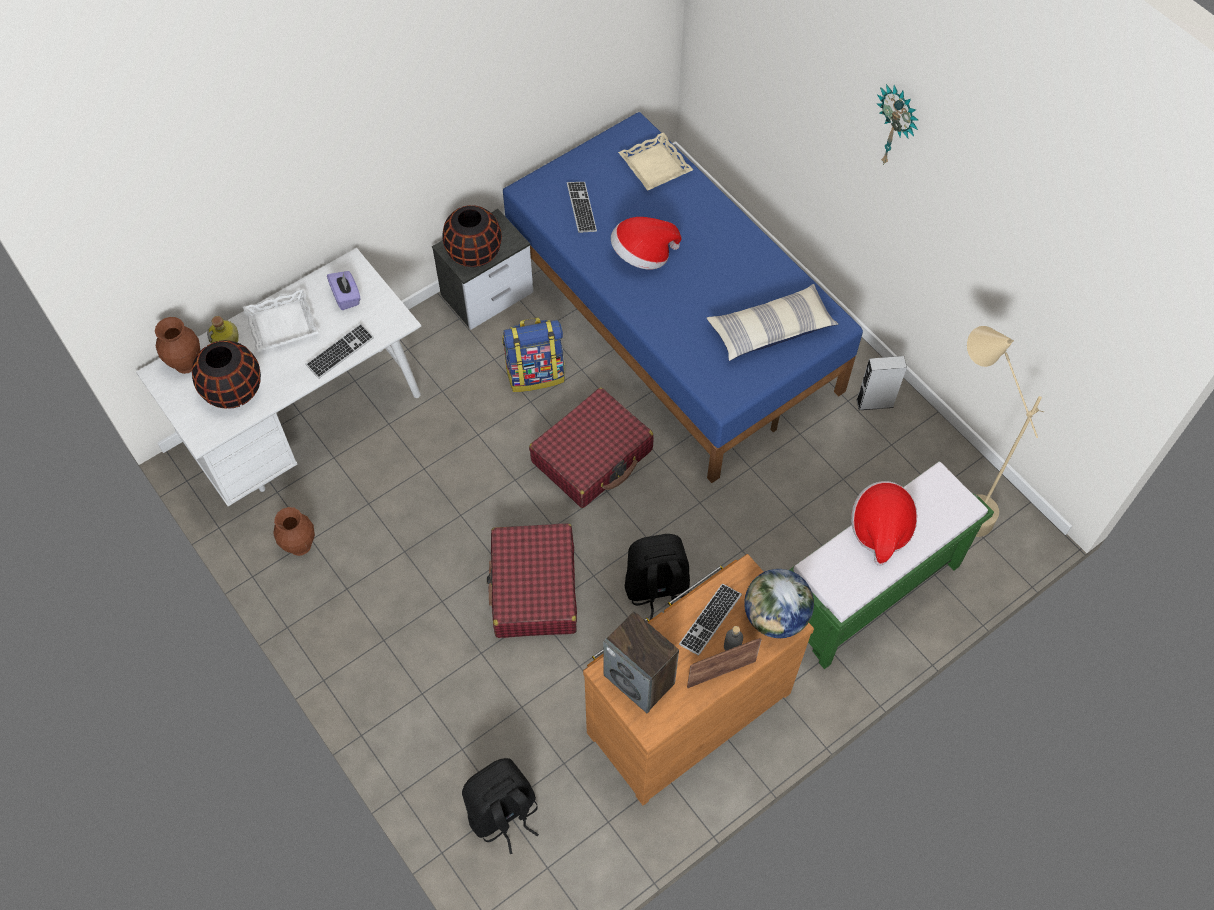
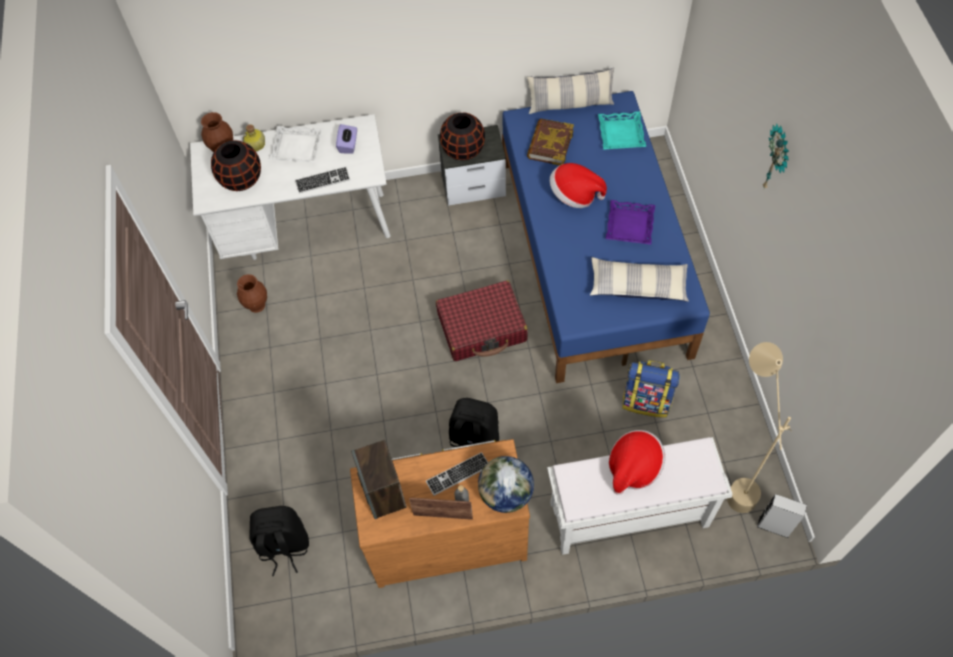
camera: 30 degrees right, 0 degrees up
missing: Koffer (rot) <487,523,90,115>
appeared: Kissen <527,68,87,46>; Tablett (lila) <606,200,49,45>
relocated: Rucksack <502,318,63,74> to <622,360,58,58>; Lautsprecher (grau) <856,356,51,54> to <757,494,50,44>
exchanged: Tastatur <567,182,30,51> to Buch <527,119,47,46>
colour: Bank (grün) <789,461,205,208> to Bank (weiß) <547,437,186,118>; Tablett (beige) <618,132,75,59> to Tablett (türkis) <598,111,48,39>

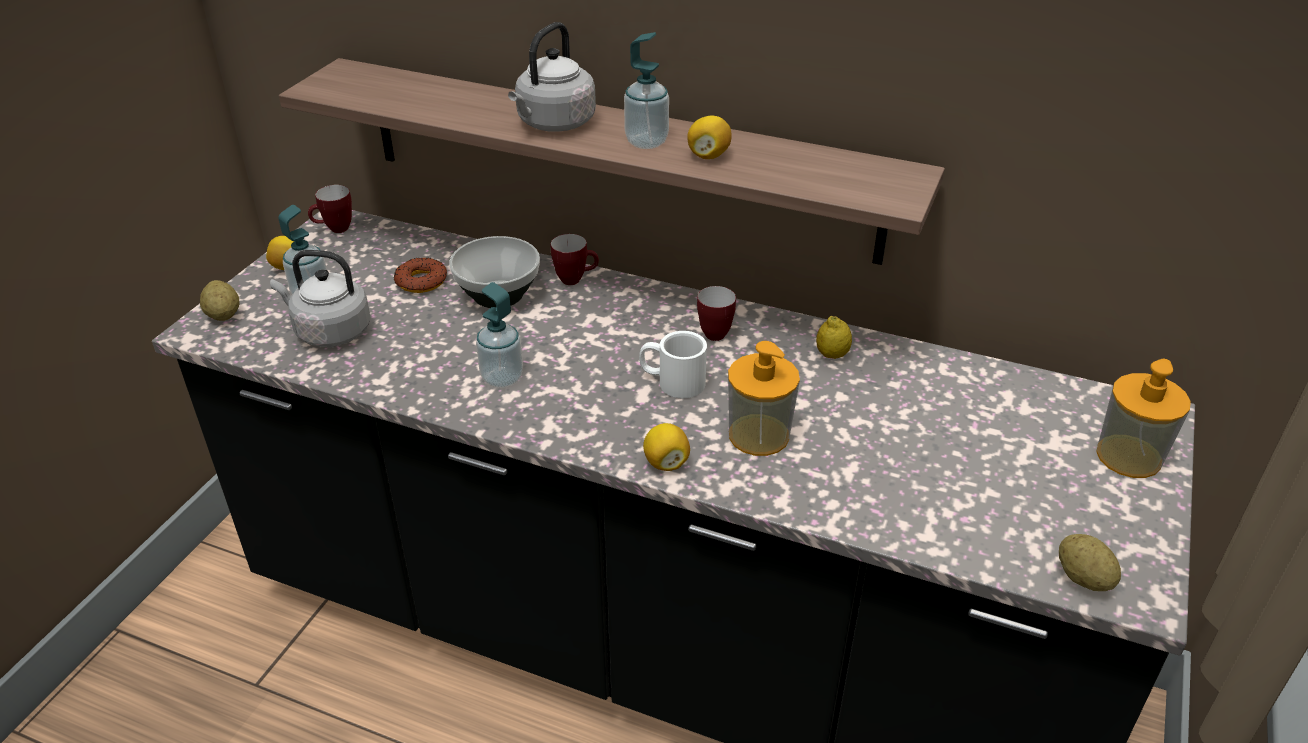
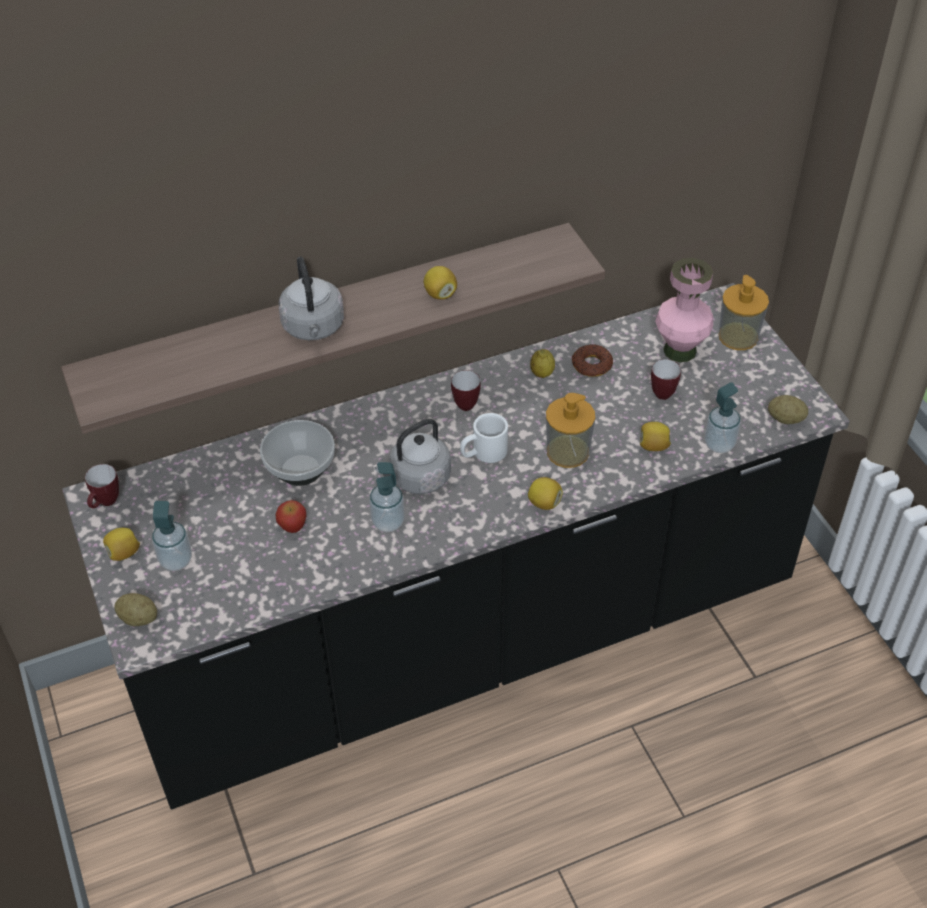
camera: 45 degrees left, 10 degrees up
appeared: Apfel <275,500,31,33>; Zitrone <640,422,31,29>; Vase (rosa) <655,258,58,104>
relocated: Wasserkessel (grau) <270,250,101,97> to <375,419,76,75>; Donut <394,258,53,35> to <571,344,42,33>; Henkelbecher <550,234,49,51> to <651,359,30,41>; Seifenspender <624,32,45,117> to <704,382,37,71>

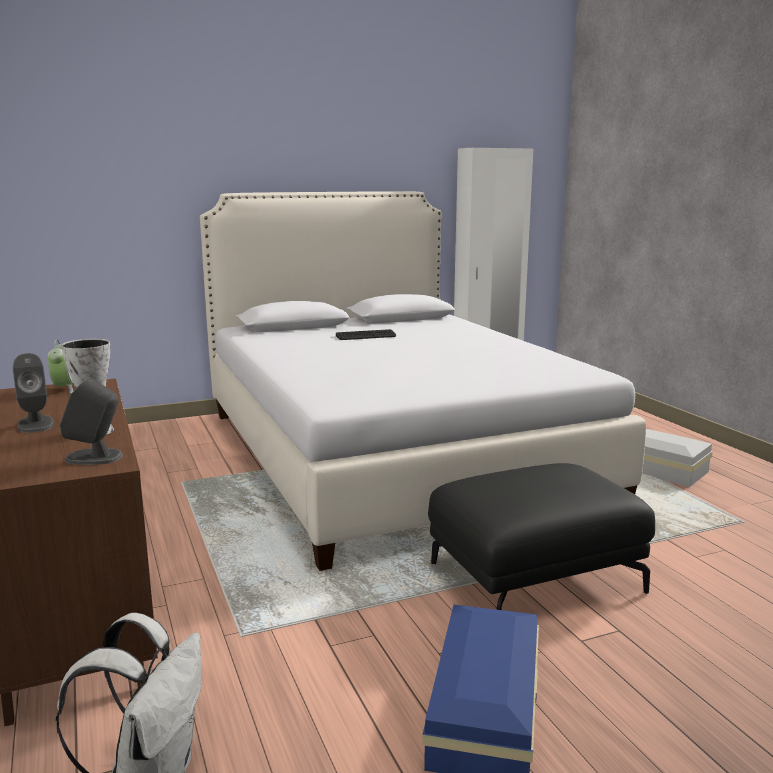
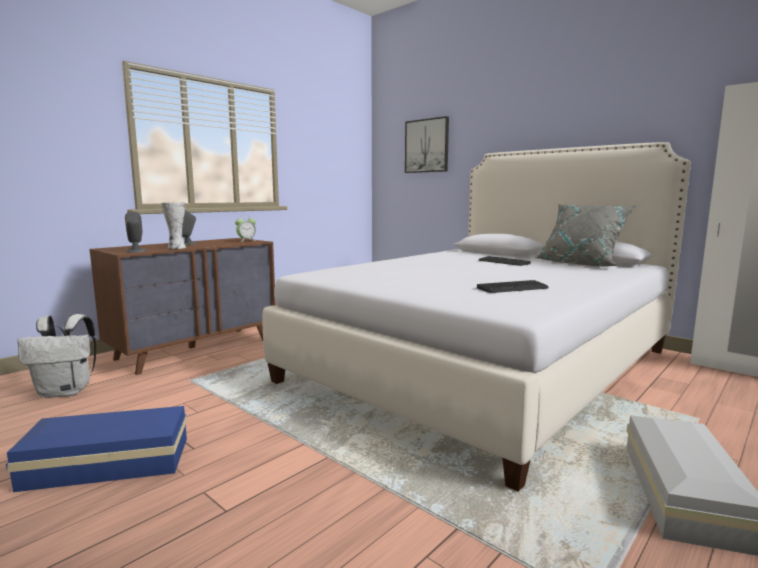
camera: 65 degrees right, 5 degrees down
missing: Polsterhocker (schwarz) <428,463,227,147>
appeared: Bild <405,116,44,57>; Tastatur <477,280,71,13>; Kissen (grau) <535,204,101,63>

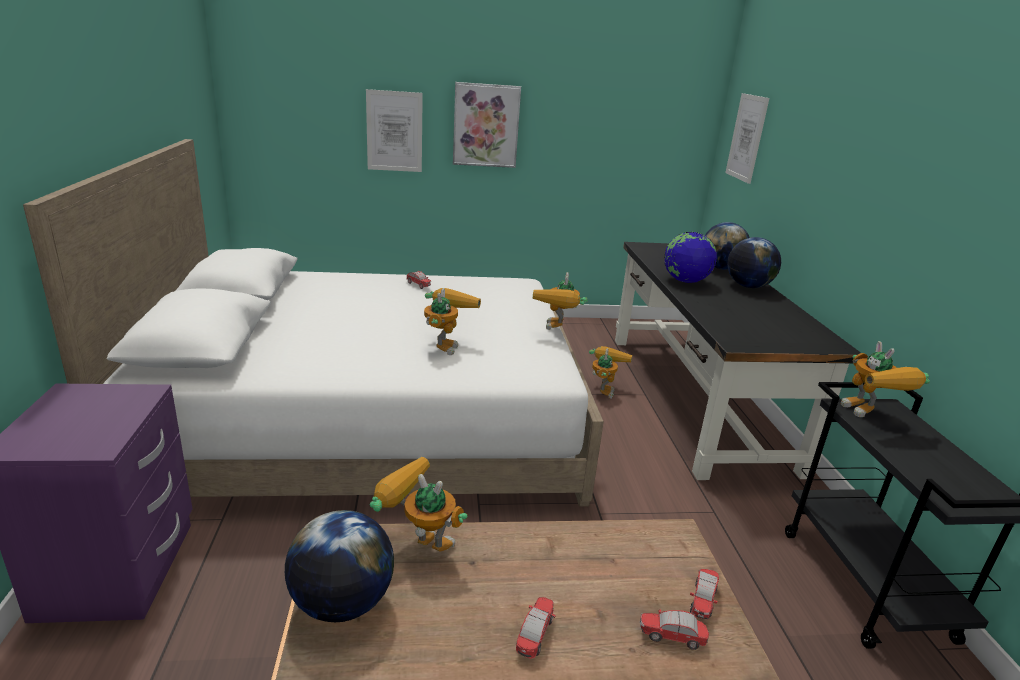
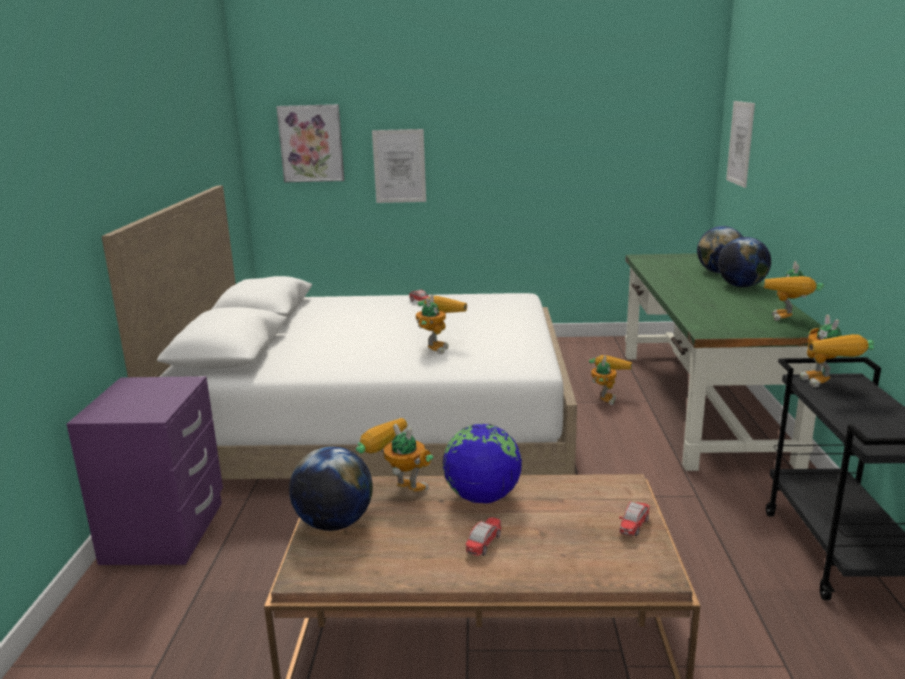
camera: 10 degrees right, 5 degrees down
missing: Spielzeugauto <640,609,69,41>
relocated: Bild <453,82,68,86> to <276,104,68,79>; Globus <664,232,53,51> to <443,424,79,80>; Spielzeugroboter <533,272,55,58> to <764,261,60,60>
colour: Schreibtisch (schwarz) <615,242,246,238> to Schreibtisch (grün) <625,253,198,218>

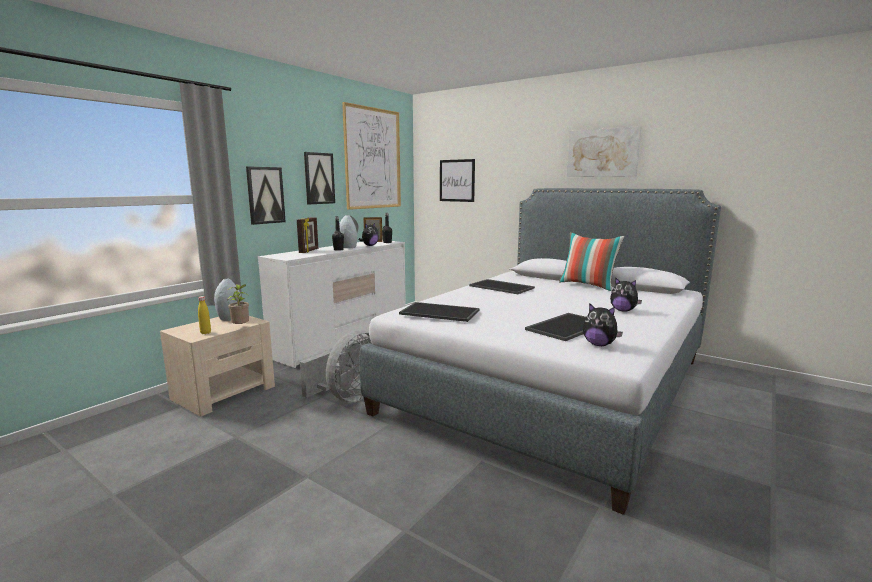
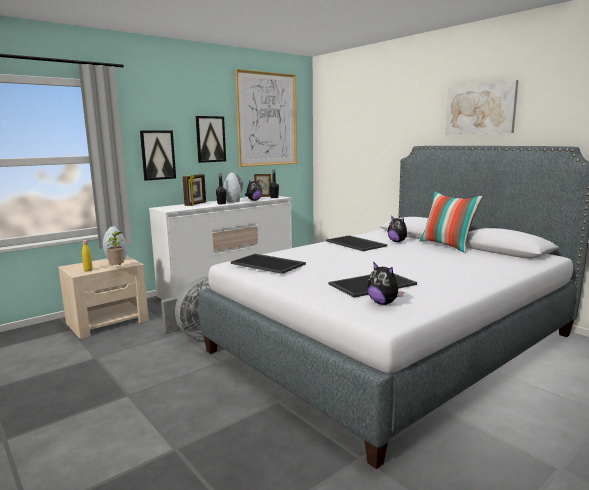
camera: 15 degrees right, 0 degrees up
missing: Bild <440,159,35,43>
relocated: Plüschtier <610,278,32,34> to <388,215,23,27>

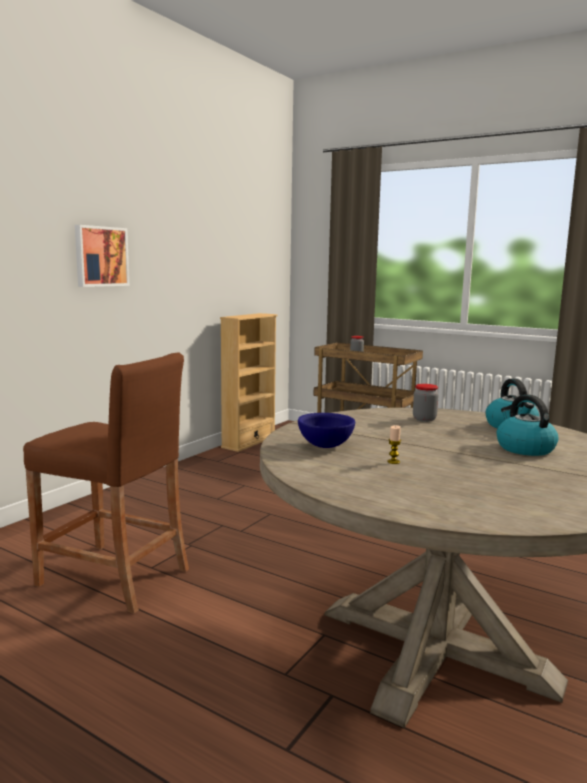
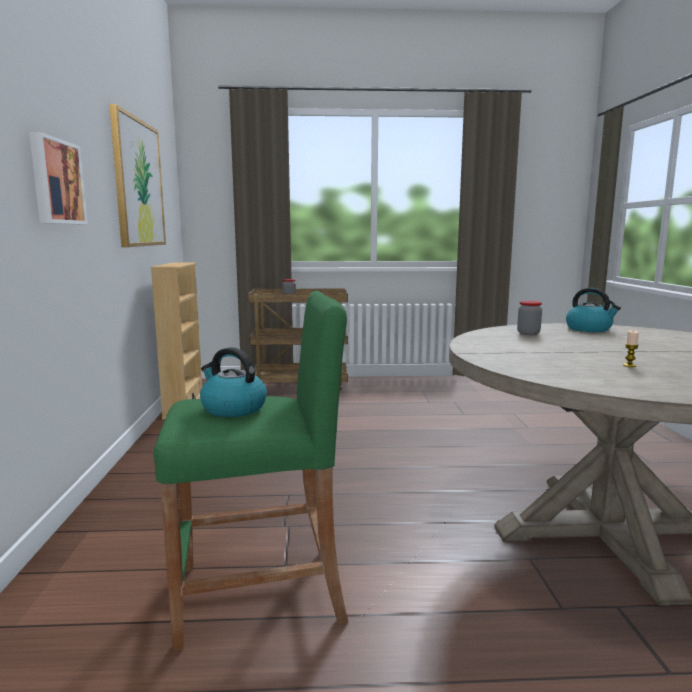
camera: 35 degrees left, 0 degrees up
missing: Schüssel (blau) <298,413,57,35>
appeared: Bild <109,104,57,143>
relocated: Wasserkessel <497,395,62,61> to <200,347,67,70>
colour: Hocker (braun) <23,352,166,262> to Hocker (grün) <153,291,196,360>

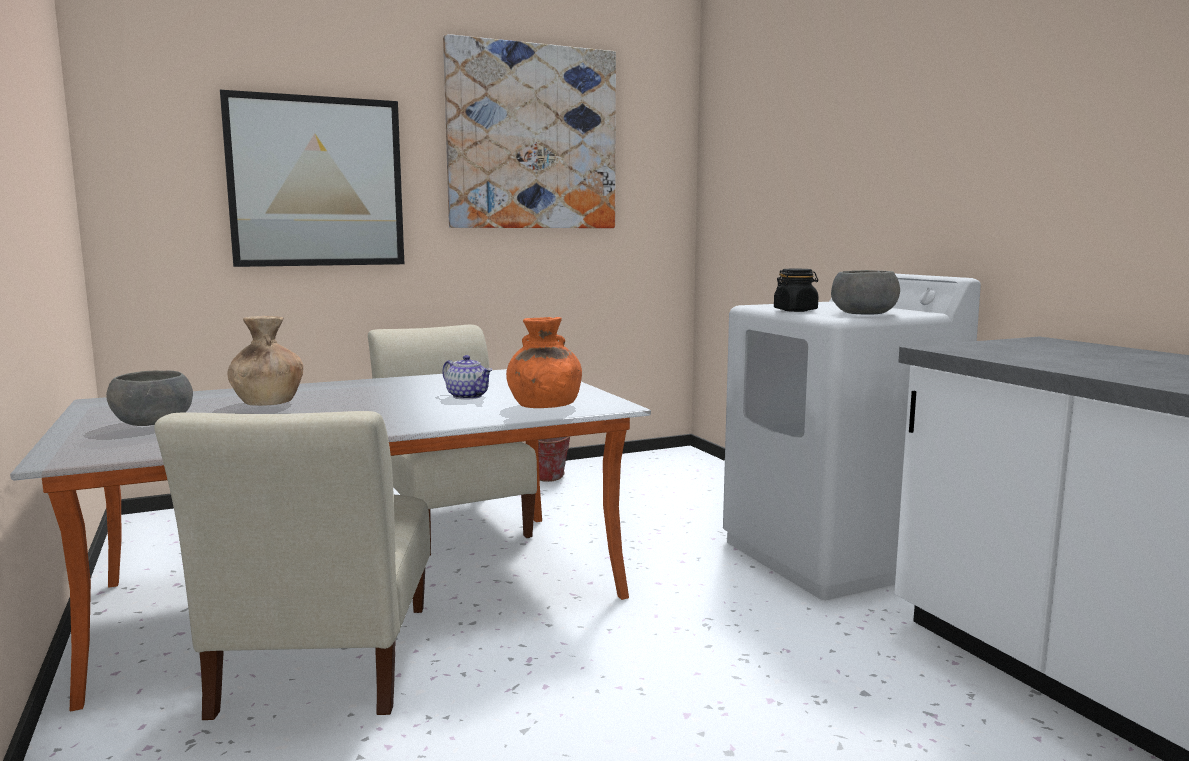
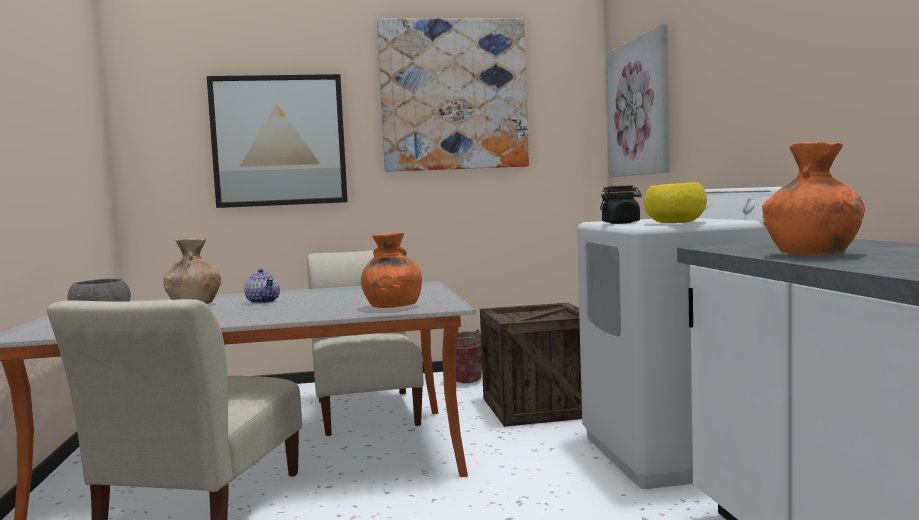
camera: 15 degrees right, 5 degrees down
appeared: Kiste <480,303,102,124>; Bild <606,24,64,153>; Vase (orange) <762,142,103,113>
relocated: Teekanne <442,355,50,45> to <244,269,36,35>
colour: Schüssel (grau) <831,270,69,45> to Schüssel (gelb) <644,182,63,41>

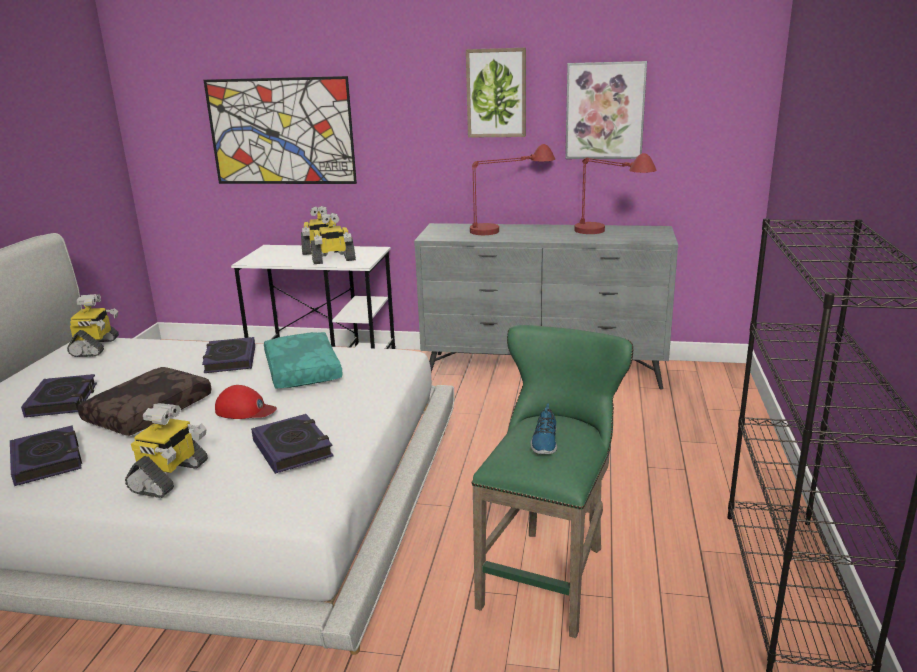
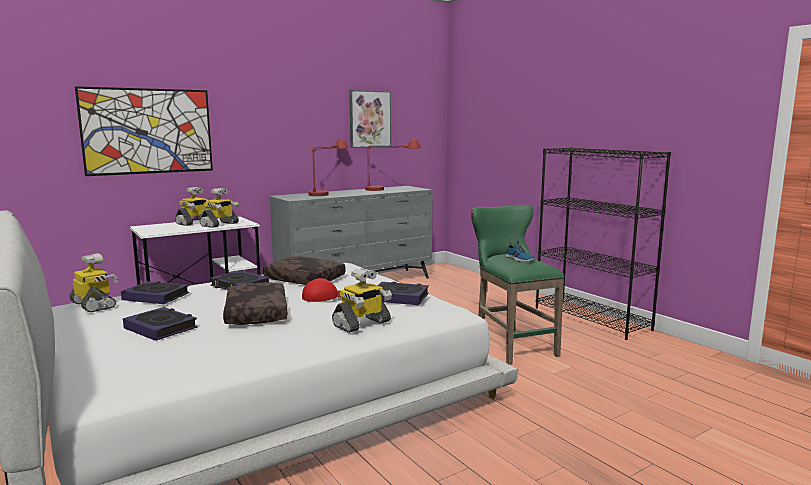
camera: 45 degrees left, 10 degrees down
missing: Bild <466,48,60,90>
relocated: Buch <10,425,72,61> to <121,281,68,23>
colour: Kissen (türkis) <264,332,79,57> to Kissen (braun) <263,256,83,29>
spun: Spielzeugroboter <125,403,83,95> = <332,268,60,65> 75 degrees clockwise

